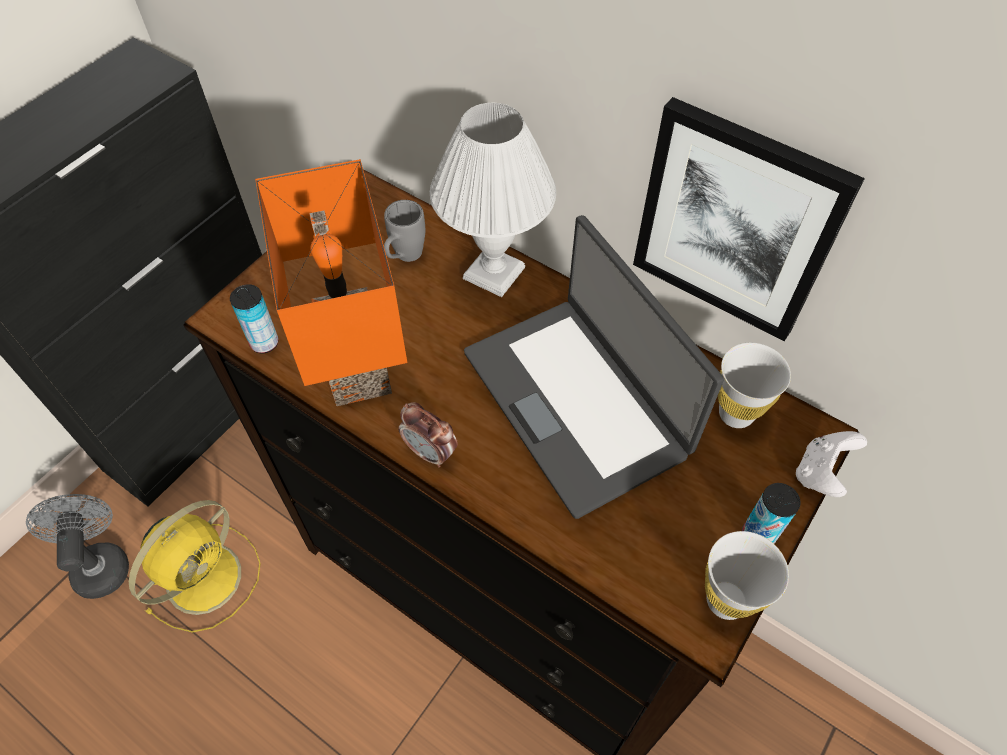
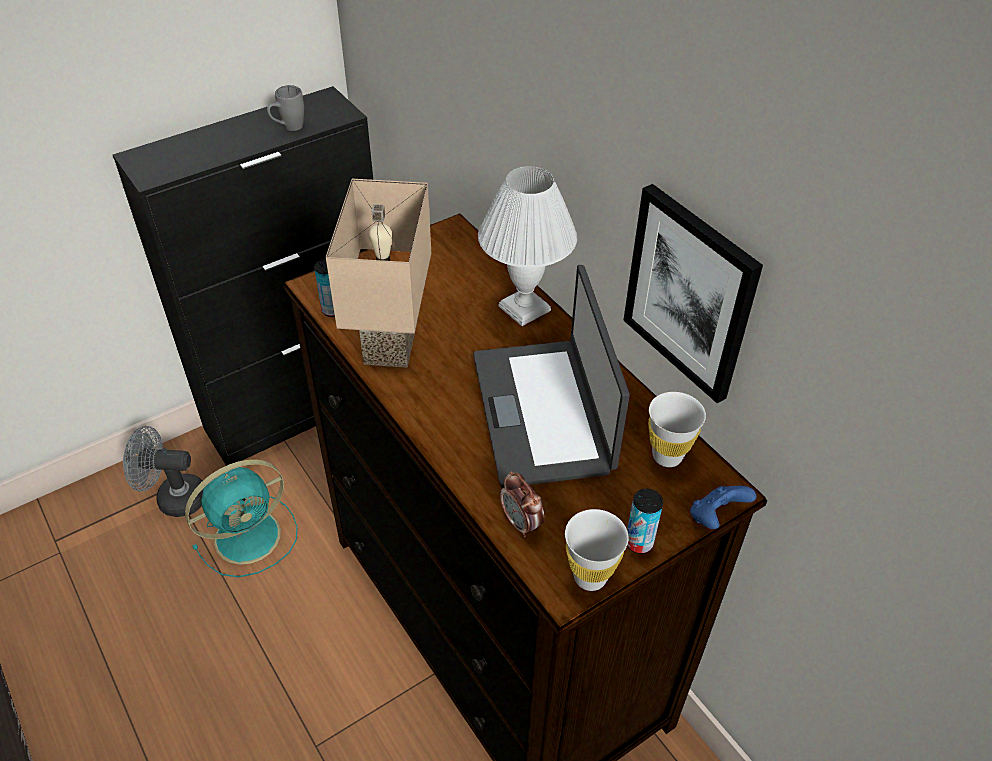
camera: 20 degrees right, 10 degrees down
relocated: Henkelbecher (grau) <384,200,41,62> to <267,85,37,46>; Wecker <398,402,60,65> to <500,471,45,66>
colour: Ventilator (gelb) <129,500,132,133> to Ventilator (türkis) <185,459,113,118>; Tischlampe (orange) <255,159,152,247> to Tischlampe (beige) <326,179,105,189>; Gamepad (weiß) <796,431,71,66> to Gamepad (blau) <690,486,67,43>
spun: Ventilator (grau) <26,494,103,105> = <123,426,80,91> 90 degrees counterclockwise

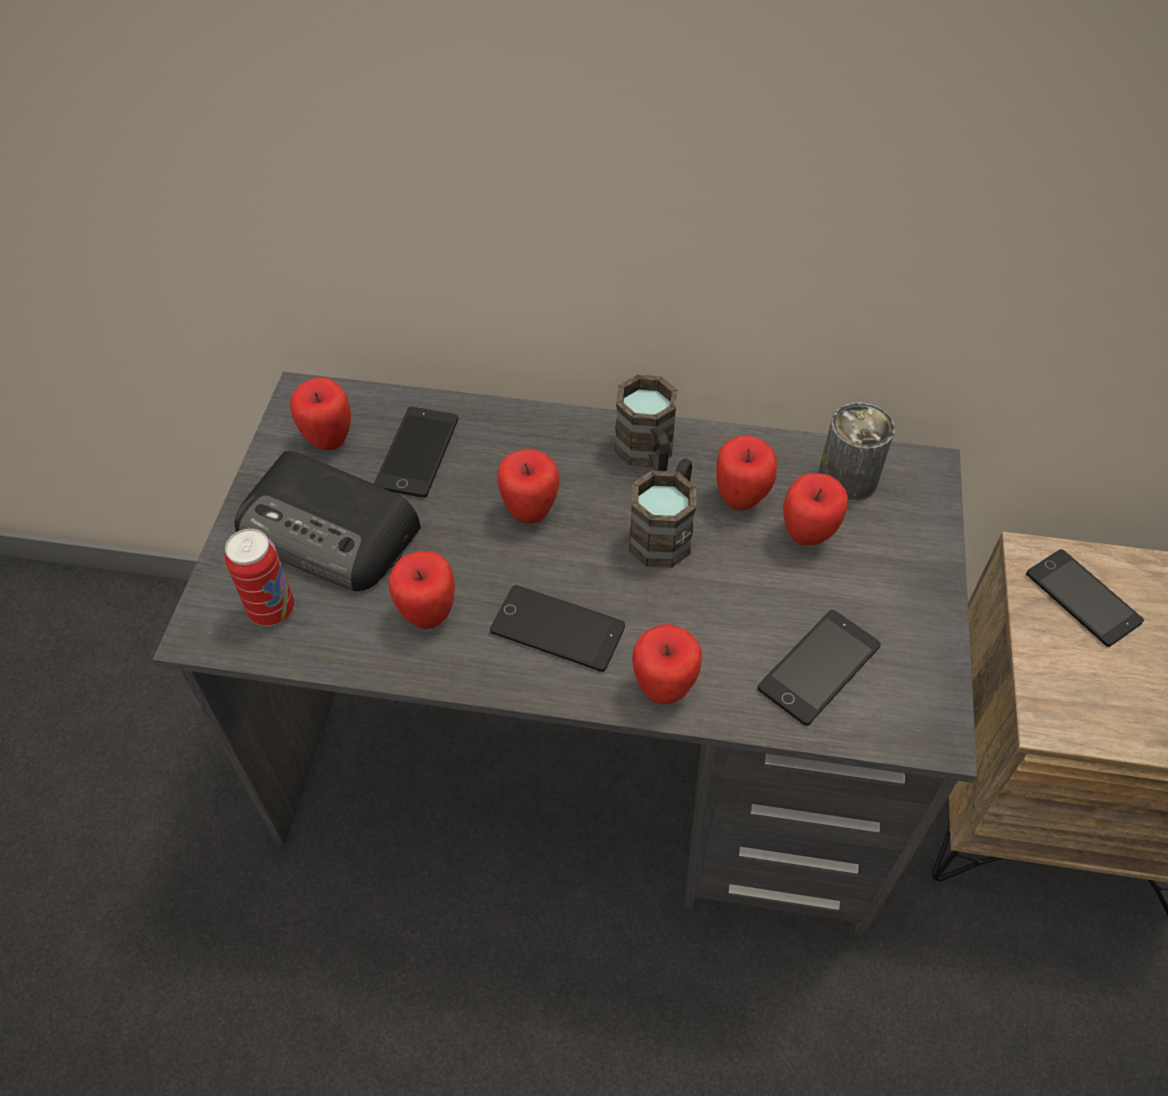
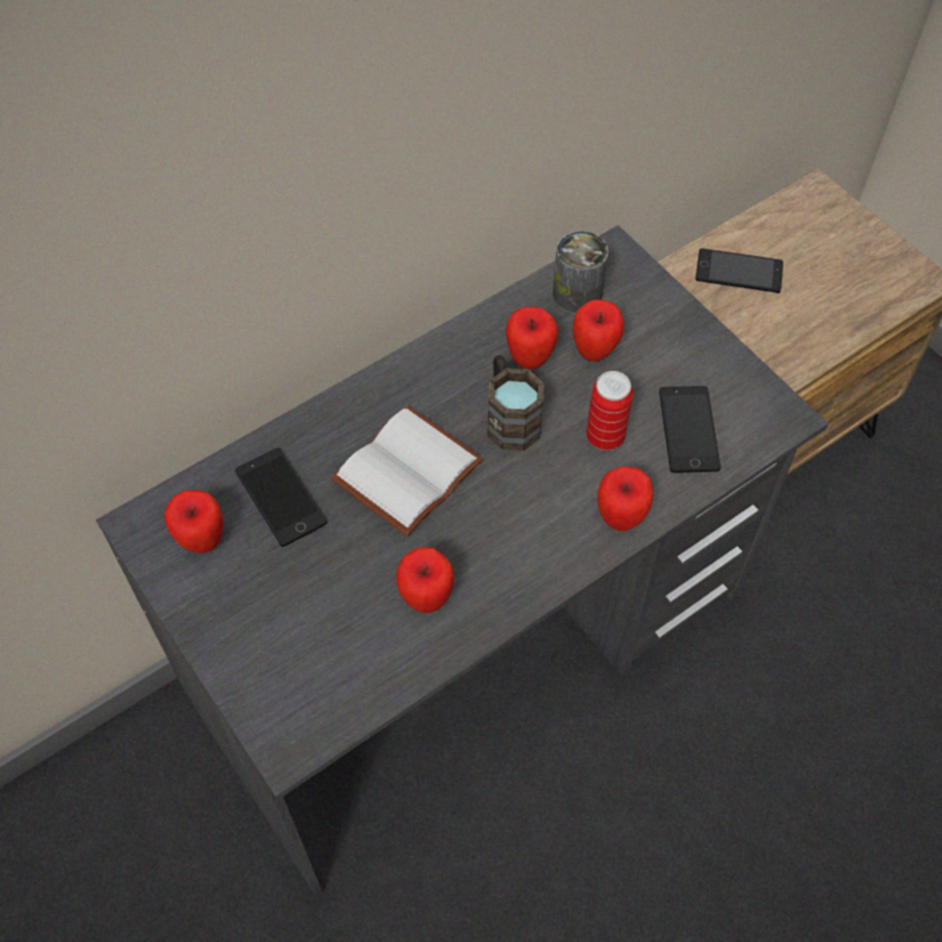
camera: 45 degrees left, 5 degrees up
missing: Radio <235,451,186,140>; Handy <490,585,135,87>; Henkelbecher (braun) <614,375,64,96>
relocated: Dose <225,529,69,97> to <586,371,47,79>
exchanged: Apfel <497,449,62,75> to Buch (weiß) <331,406,152,130>

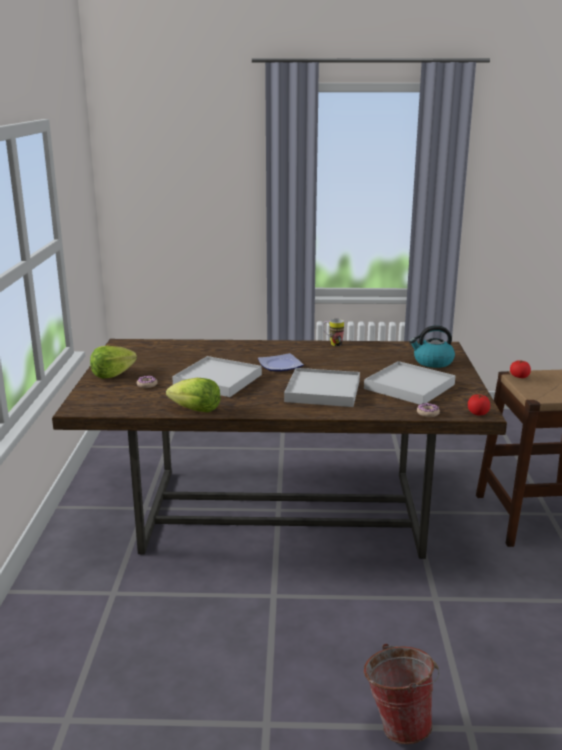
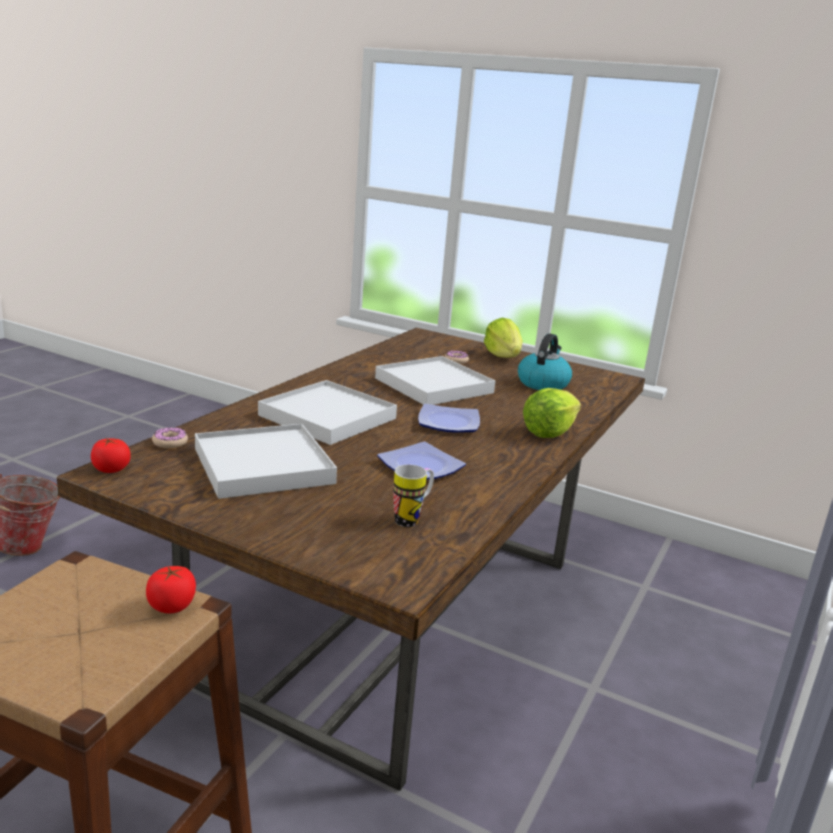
camera: 115 degrees right, 0 degrees up
appeared: Teller <377,442,89,38>
relocated: Henkelbecher <323,319,21,27> to <393,465,41,62>; Wasserkessel <409,325,46,43> to <518,333,54,57>; Salatkopf <166,378,55,34> to <523,388,58,50>

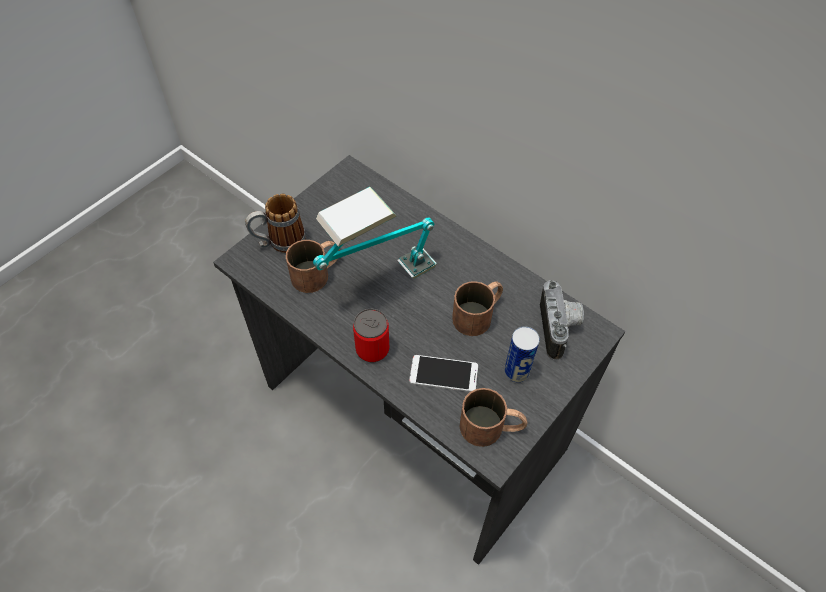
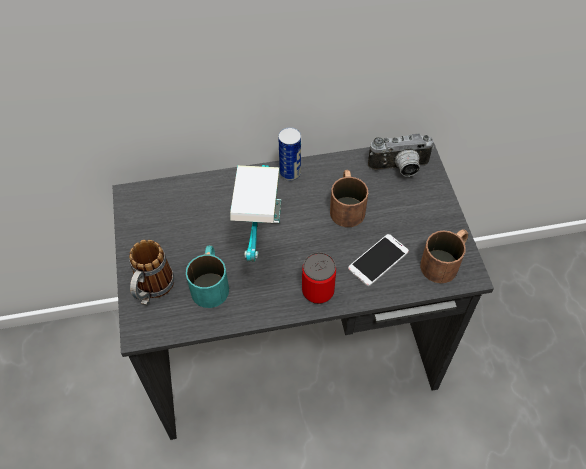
camera: 50 degrees left, 0 degrees up
relocated: Dose <504,327,36,55> to <278,127,23,54>
colour: Henkelbecher (braun) <286,240,54,53> to Henkelbecher (türkis) <186,245,43,63>
spun: Kamera <540,280,44,80> = <368,134,66,43> 135 degrees clockwise

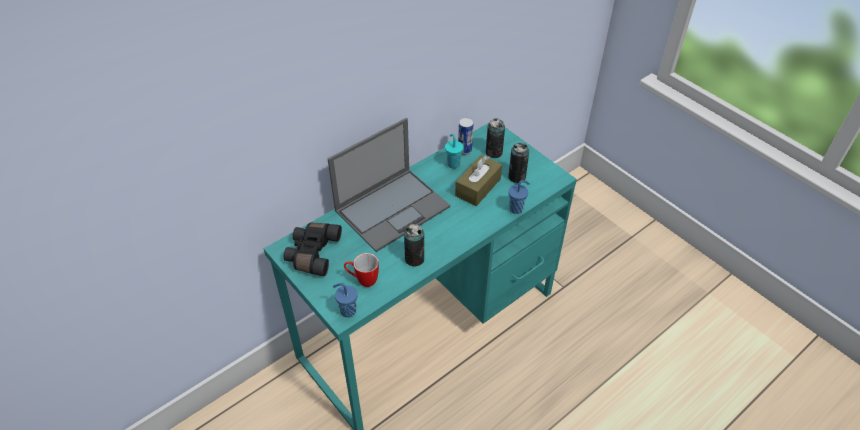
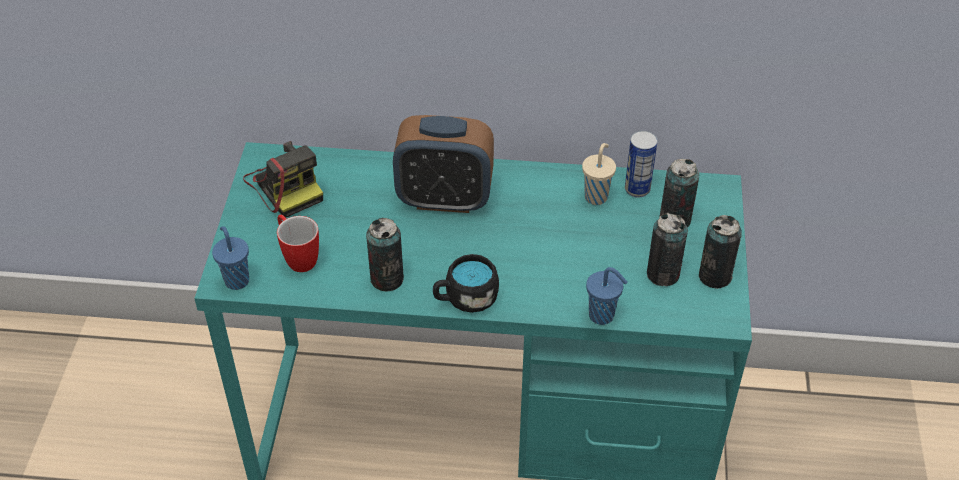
camera: 45 degrees right, 0 degrees up
missing: Taschentuchbox (braun) <455,155,47,51>
appeared: Henkelbecher (schwarz) <433,254,66,59>; Dose <699,215,43,74>
exchanged: Fernglas (schwarz) <284,223,58,53> to Kamera <243,141,80,76>; Laptop <327,118,123,134> to Wecker <393,115,101,98>
colour: Tasse (türkis) <445,134,19,35> to Tasse (beige) <582,143,34,62>

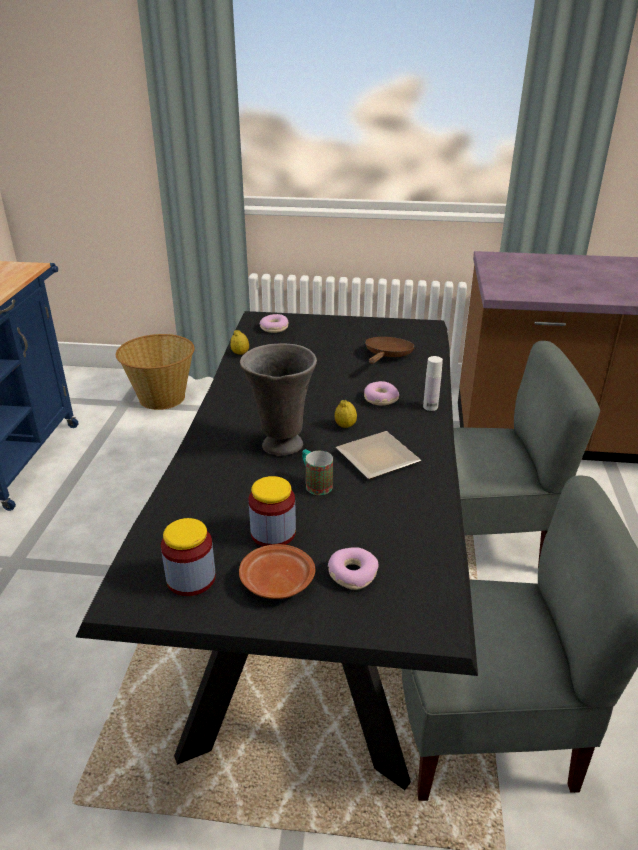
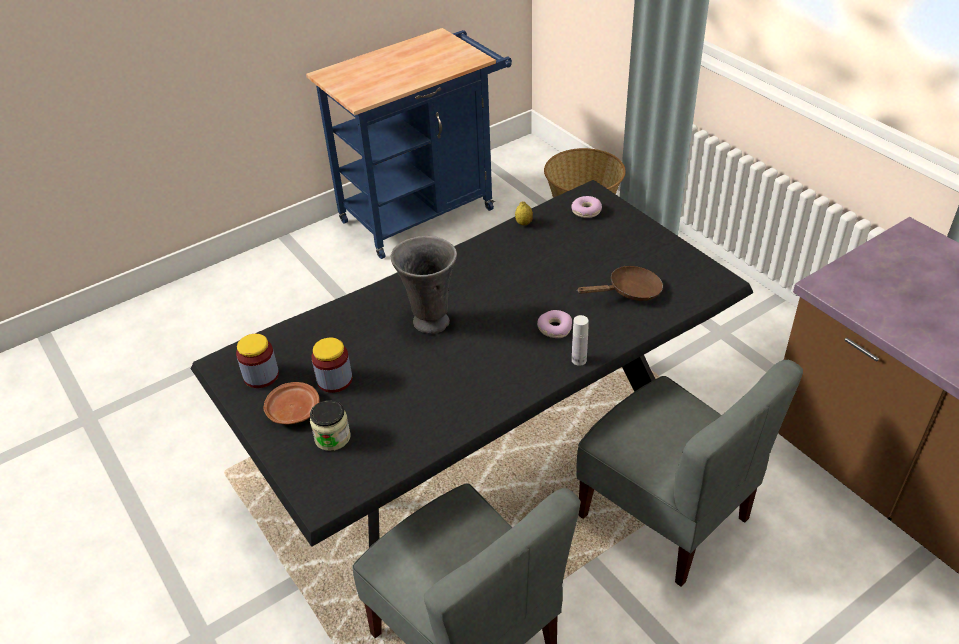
camera: 50 degrees right, 10 degrees up
missing: Henkelbecher <302,449,31,46>; Zitrone <334,400,23,28>; Teller <336,431,85,48>
exchanged: Donut <328,547,51,43> to Vorratsglas <310,400,41,51>

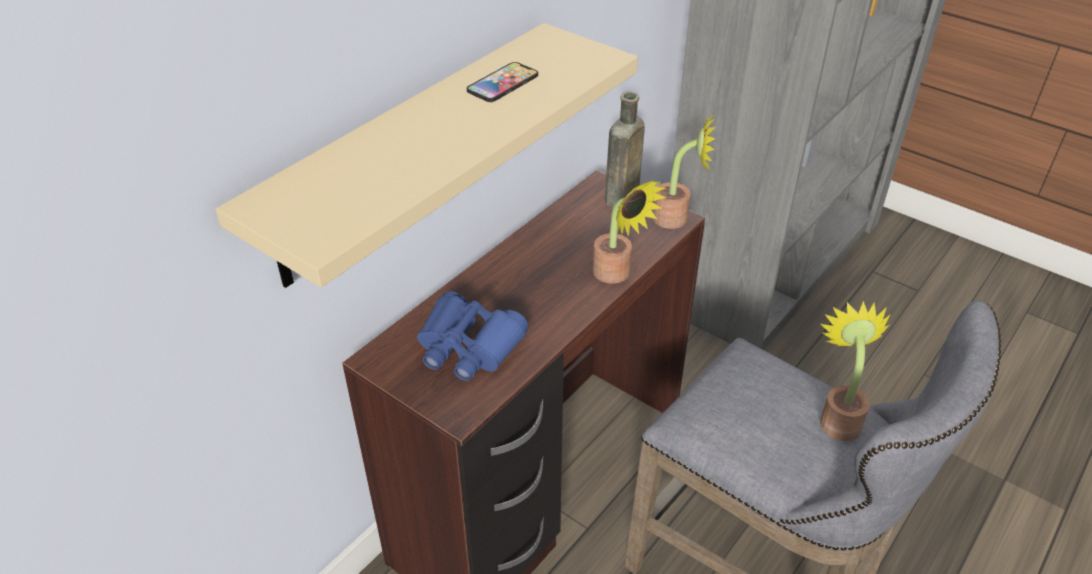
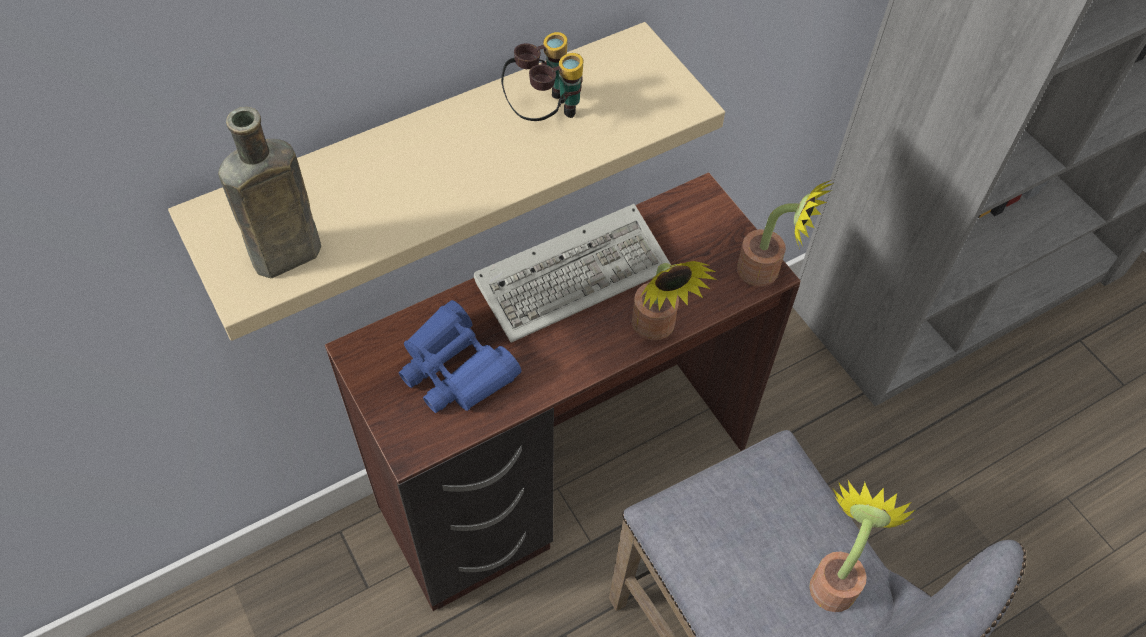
camera: 20 degrees right, 15 degrees up
appeared: Tastatur <474,204,197,139>
relocated: Flasche (braun) <605,92,40,116> to <218,107,103,172>
exchanged: Handy <467,62,71,40> to Fernglas <501,32,82,89>

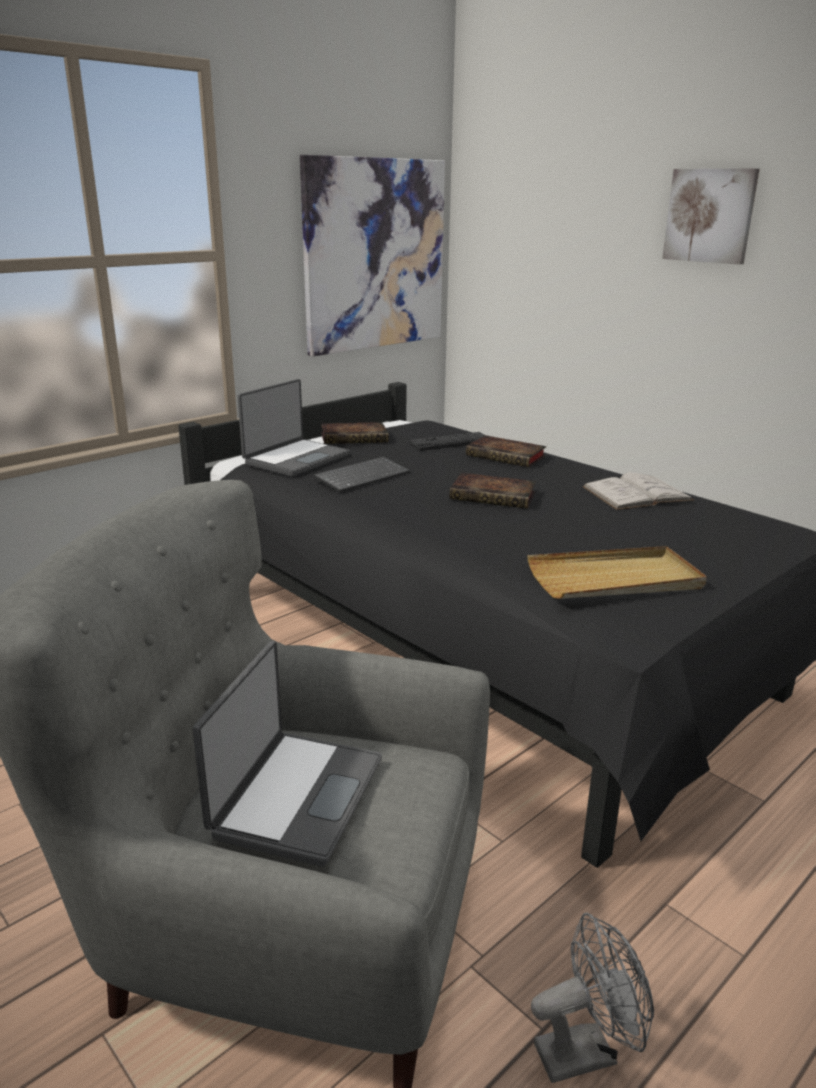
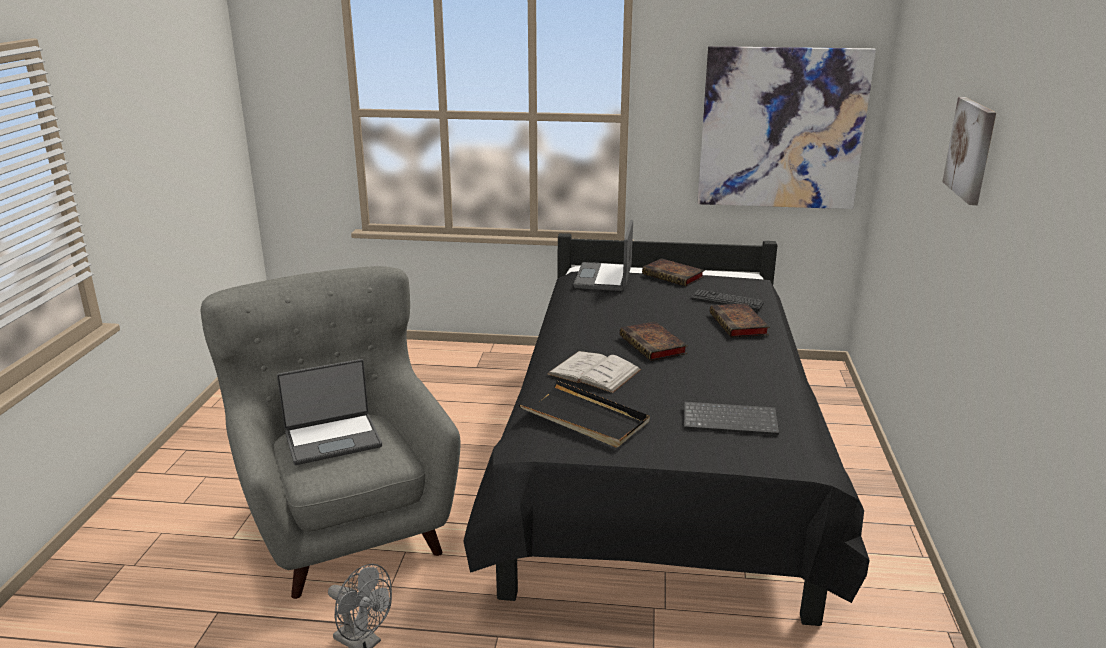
camera: 50 degrees right, 0 degrees up
relocated: Buch (weiß) <582,472,112,38> to <547,351,94,42>; Tastatur <313,457,97,36> to <684,402,95,33>
colour: Tablett (beige) <527,546,180,53> to Tablett (schwarz) <519,380,131,67>
spun: Laptop <237,379,113,98> = <573,220,60,71> 105 degrees clockwise

